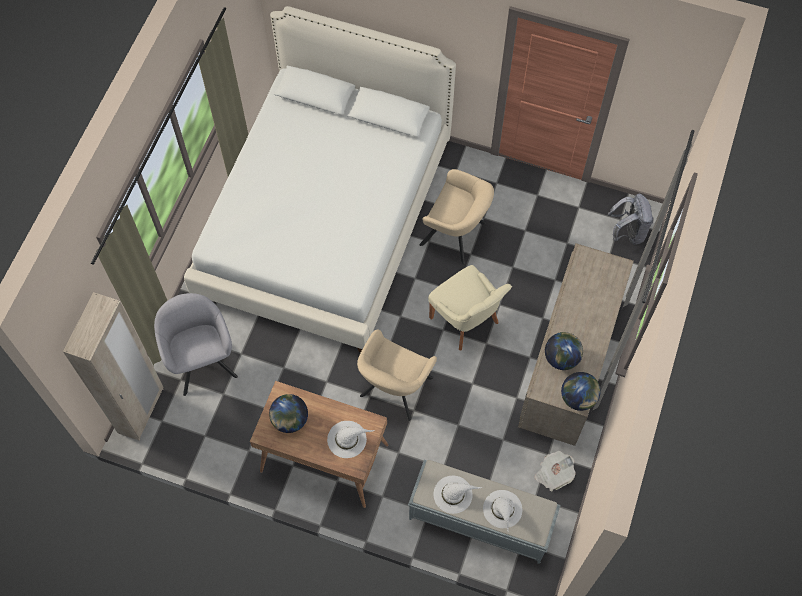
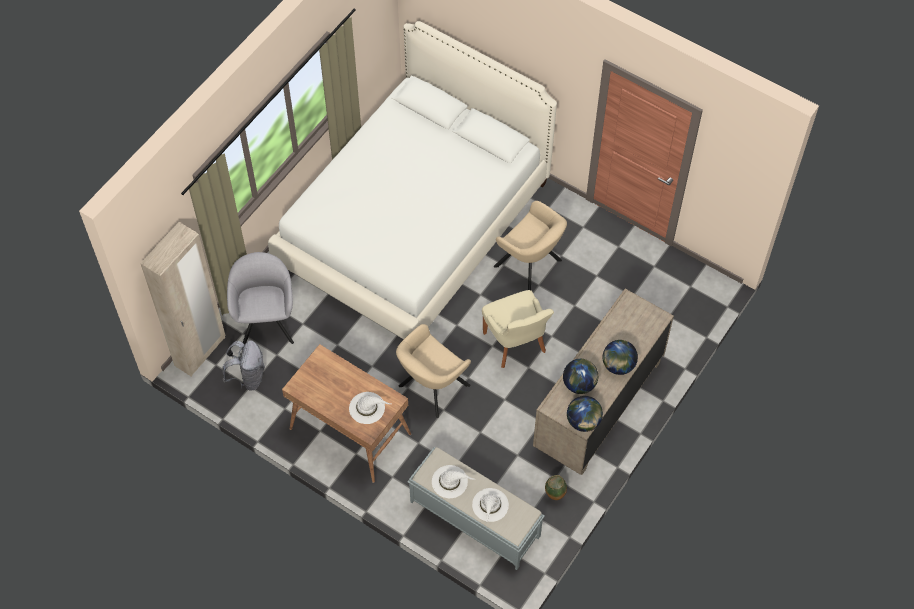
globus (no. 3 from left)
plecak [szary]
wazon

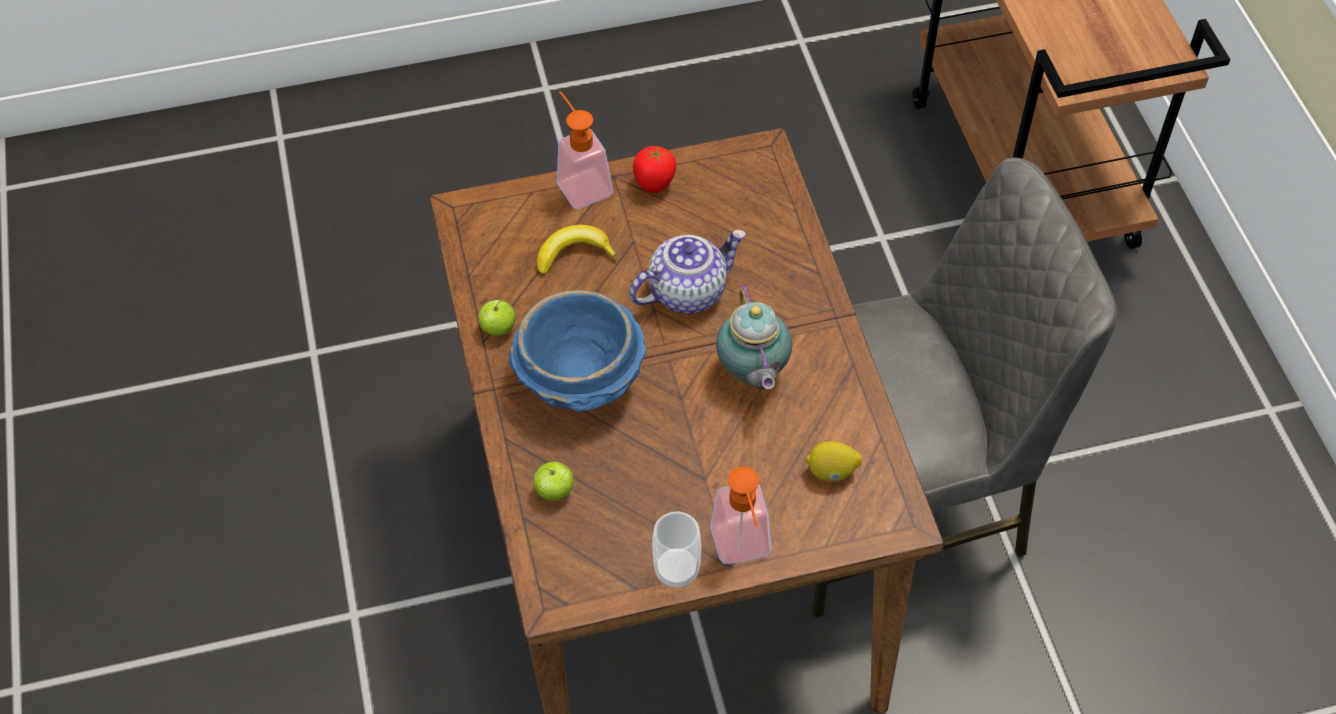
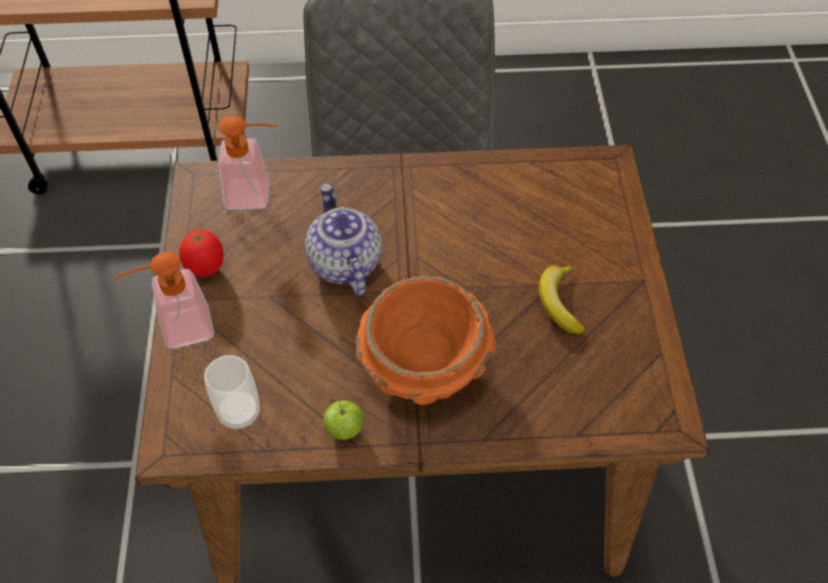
jabłko (no. 2 from left in the first image)
imbryk (no. 2 from left in the first image)
cytryna
banan
filiżanka
dozownik mydła (no. 2 from left)
miska [pomarańczowy]

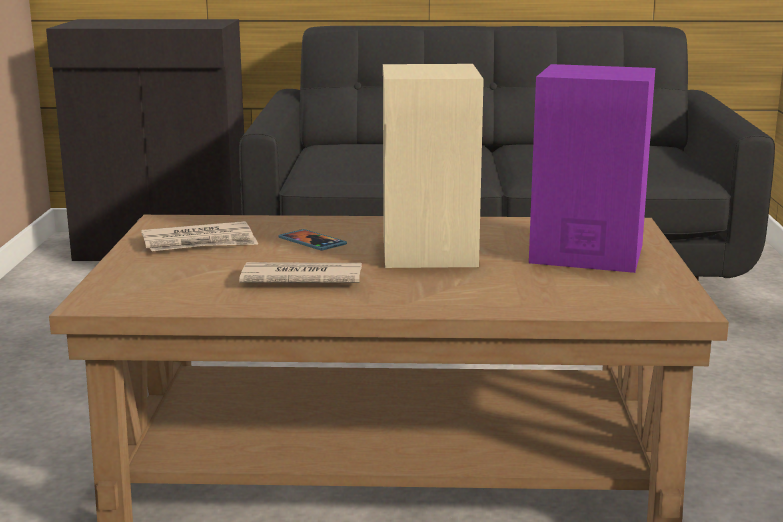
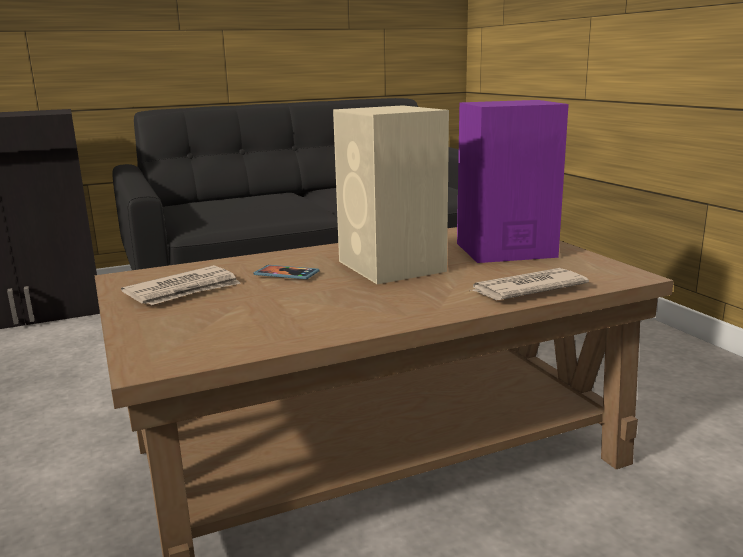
gazeta (no. 2 from left)

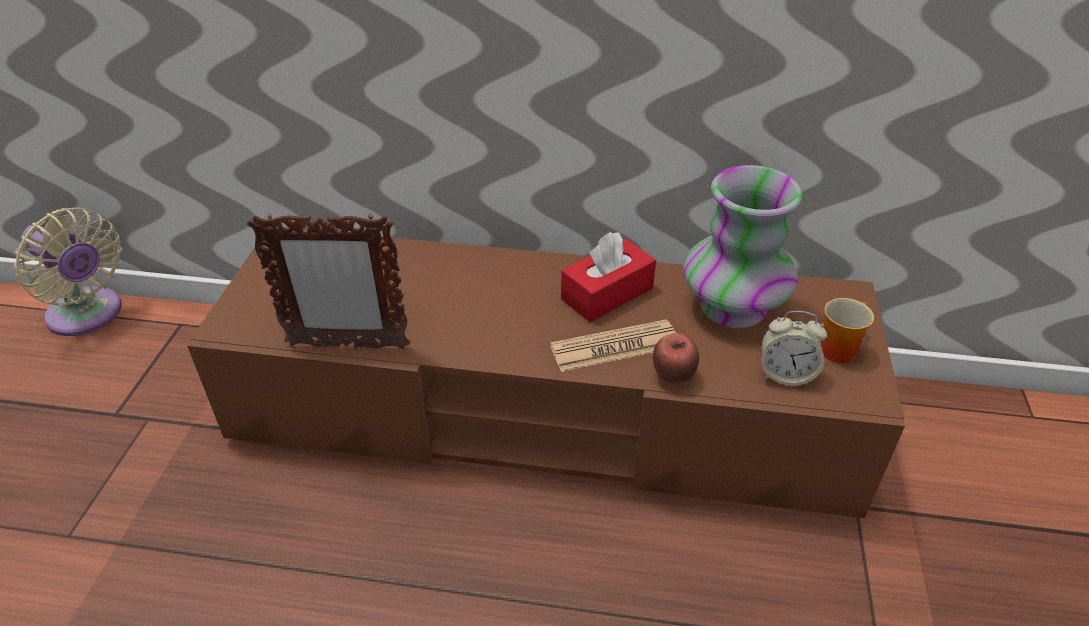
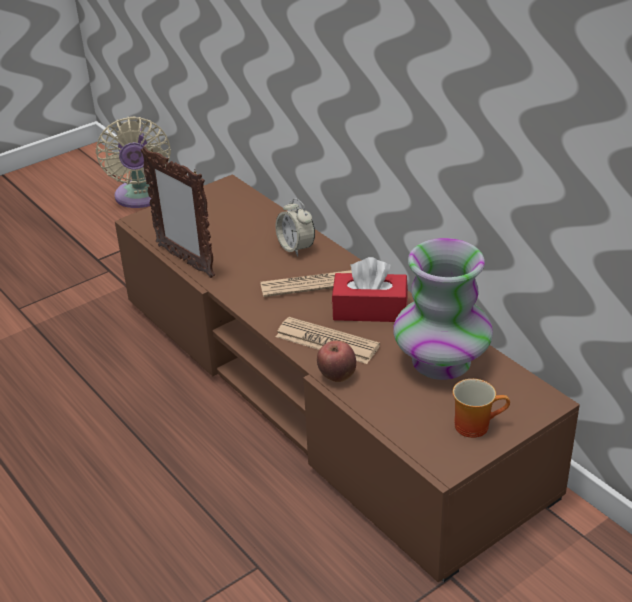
gazeta (no. 1 from left)
budzik

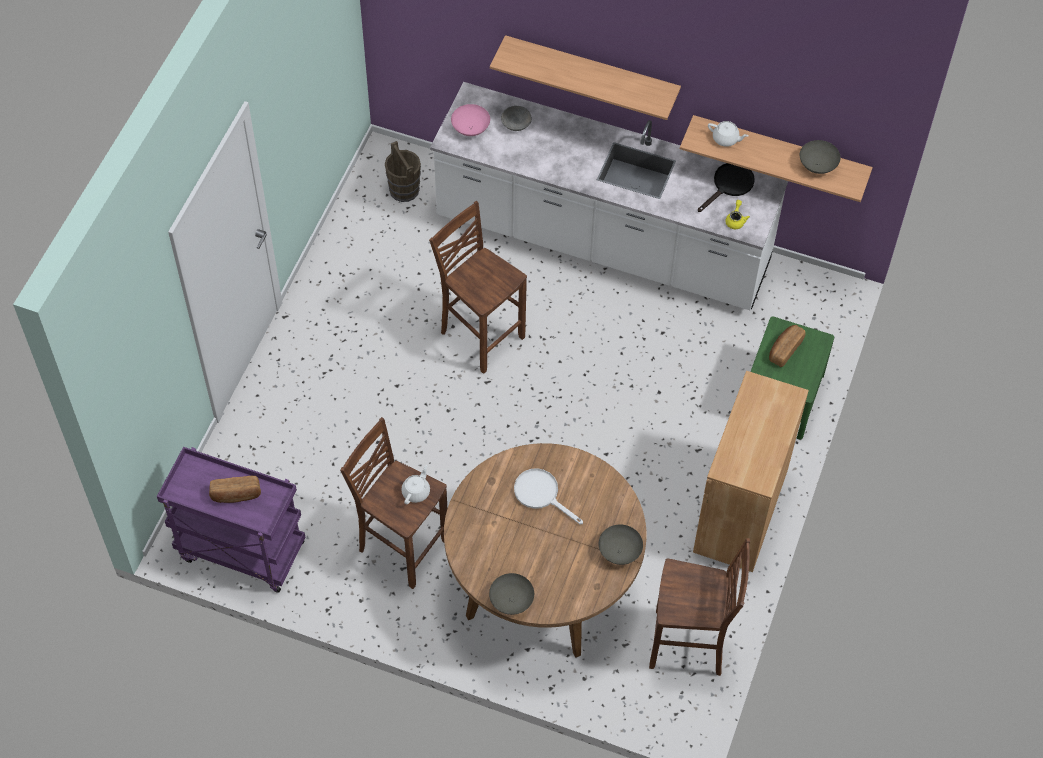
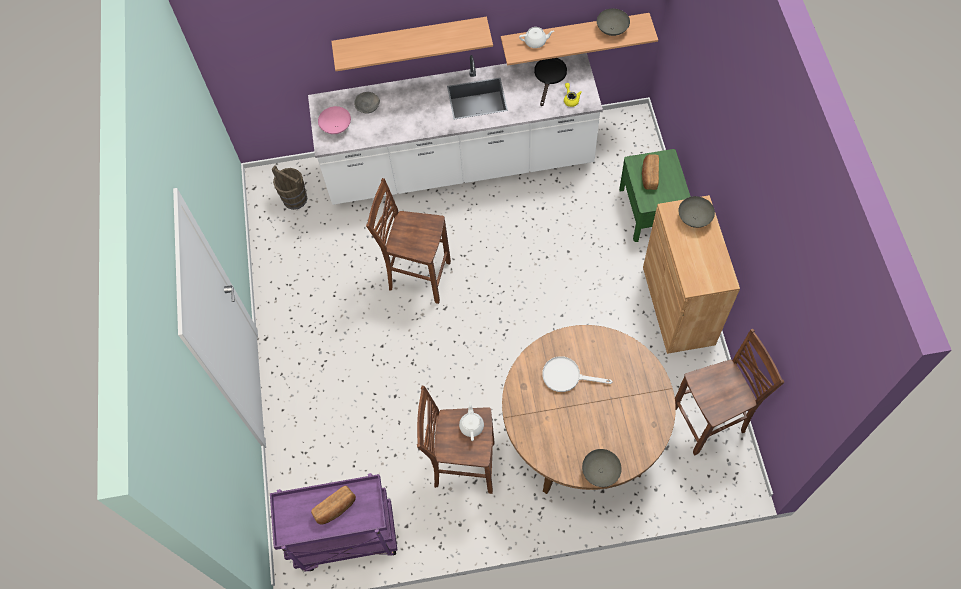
miska [szary] (no. 4 from left)

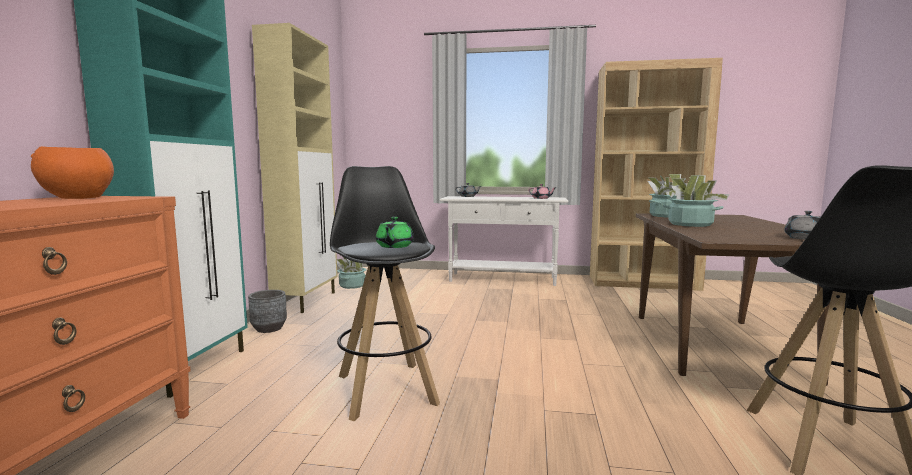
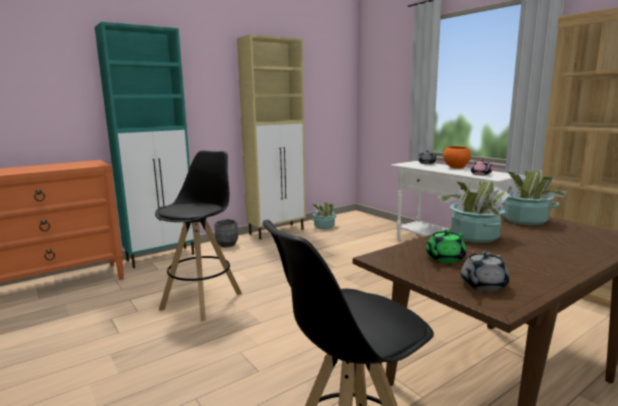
miska [pomarańczowy]
imbryk [zielony]

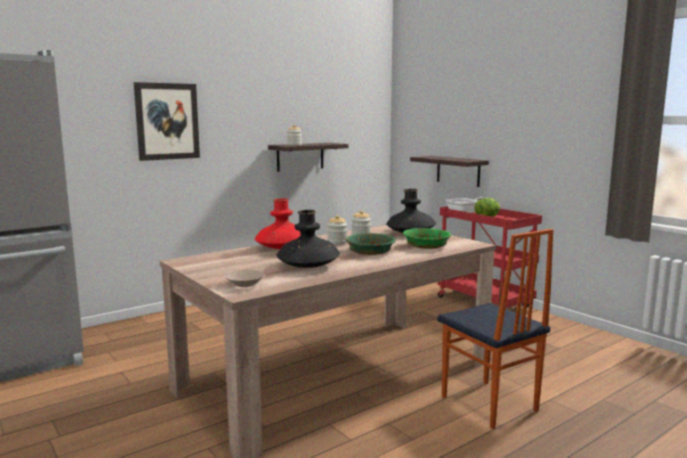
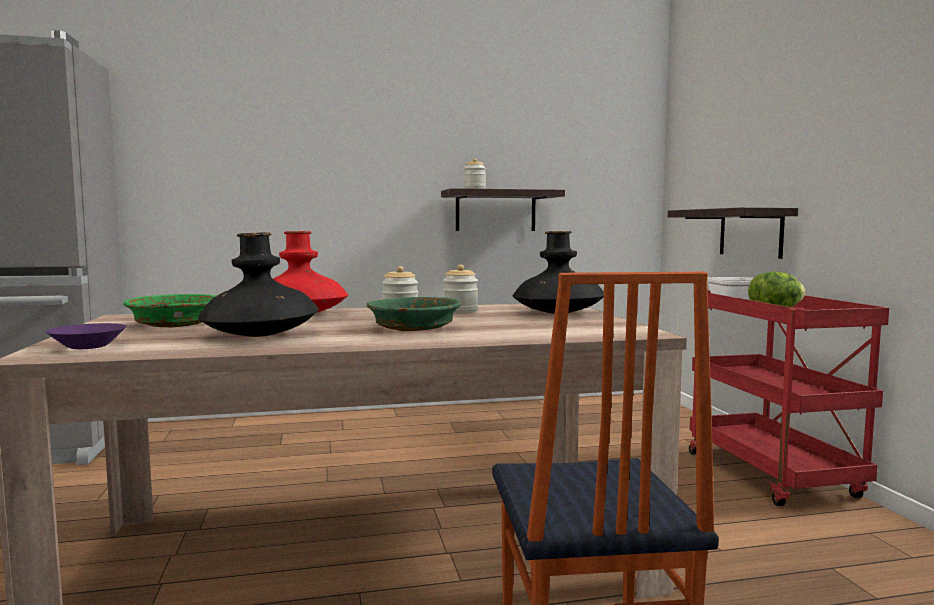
obraz
miska [zielony] (no. 1 from left)
miska [fioletowy]

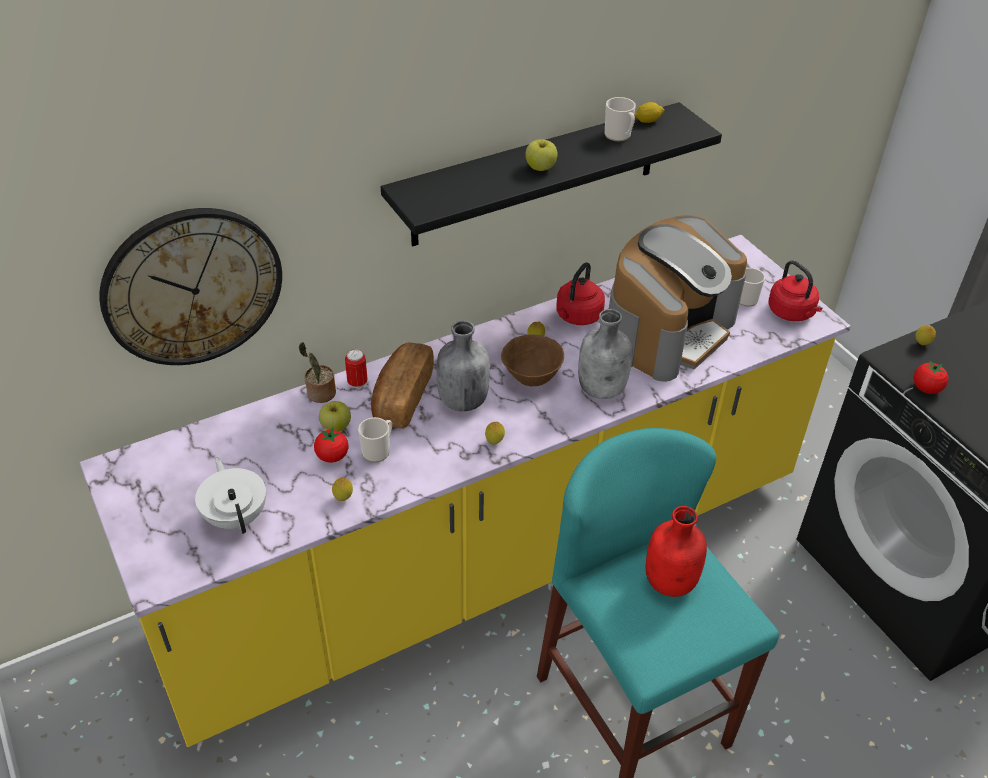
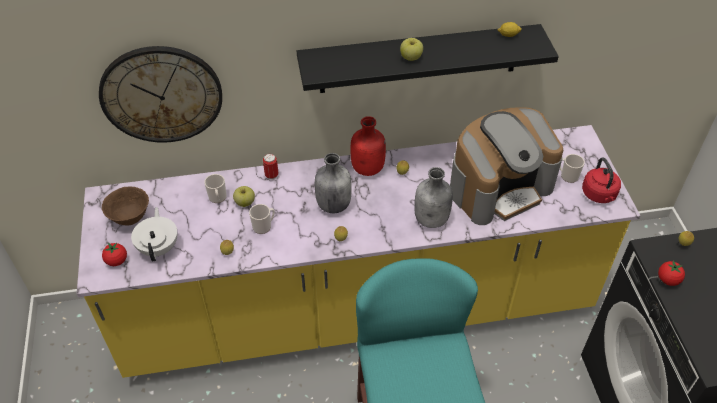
roślina doniczkowa
chleb
czajnik [czerwony] (no. 1 from left in the first image)
pomidor (no. 1 from left)
miska [brązowy]
kubek (no. 1 from left)
butelka [czerwony]

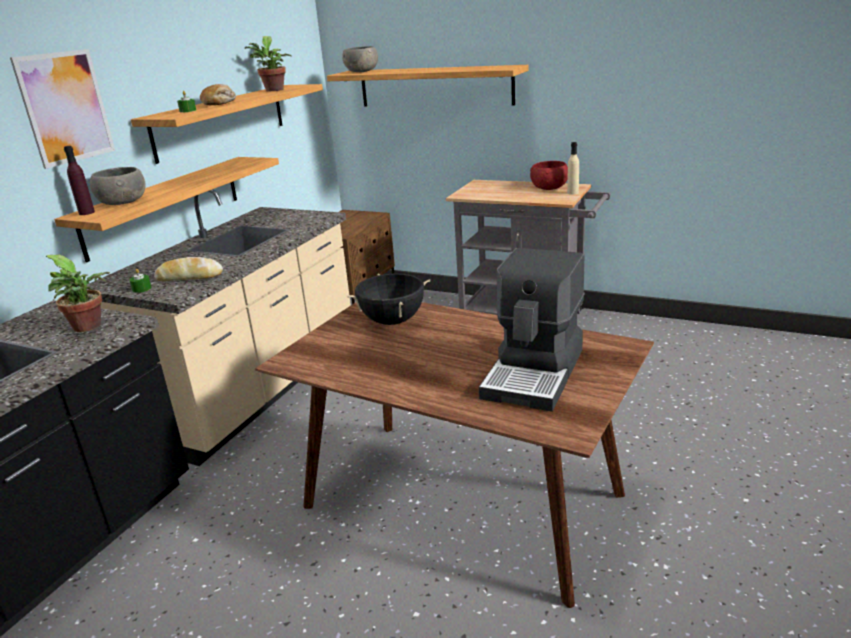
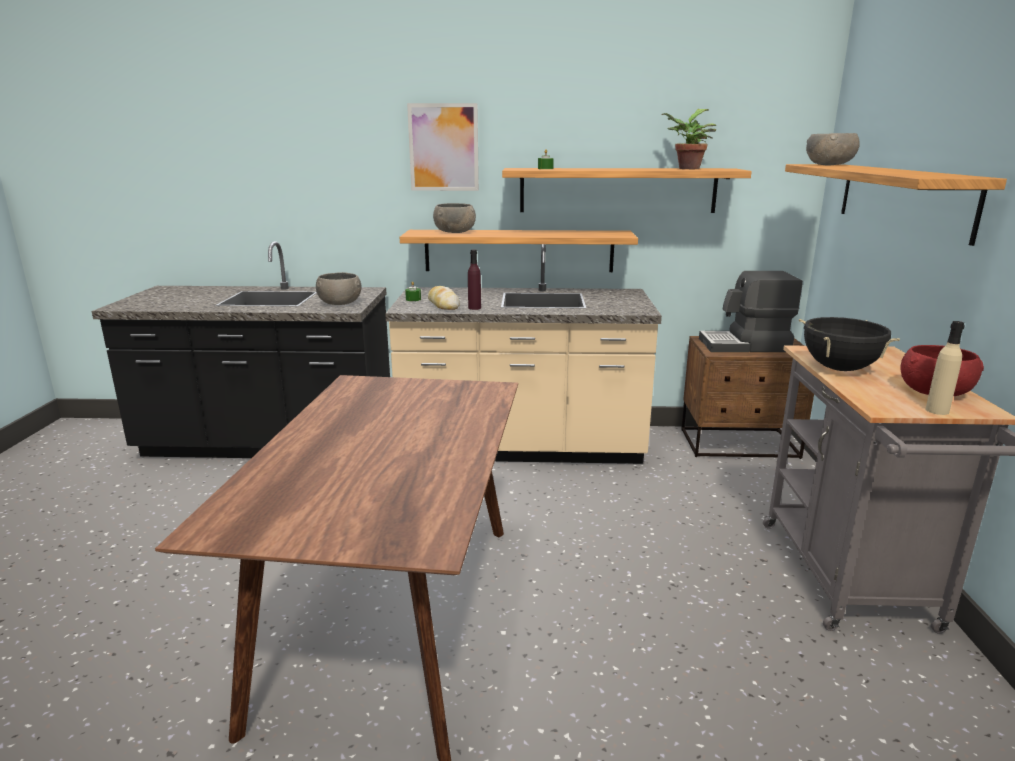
chleb (no. 2 from left in the first image)
butelka [fioletowy]
garnek [czarny]
ekspres do kawy
miska [szary] (no. 1 from left)

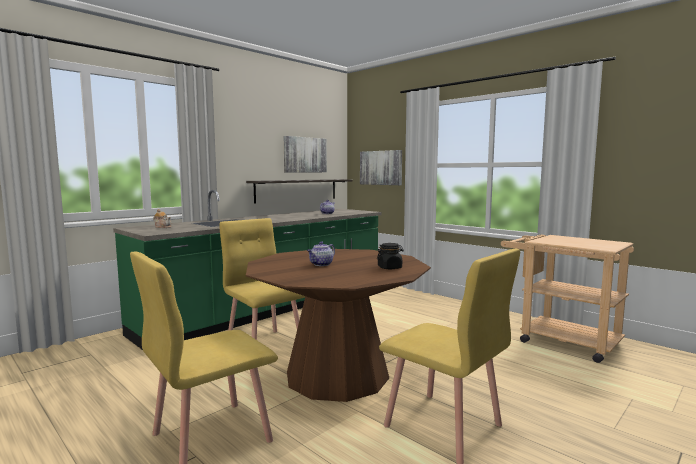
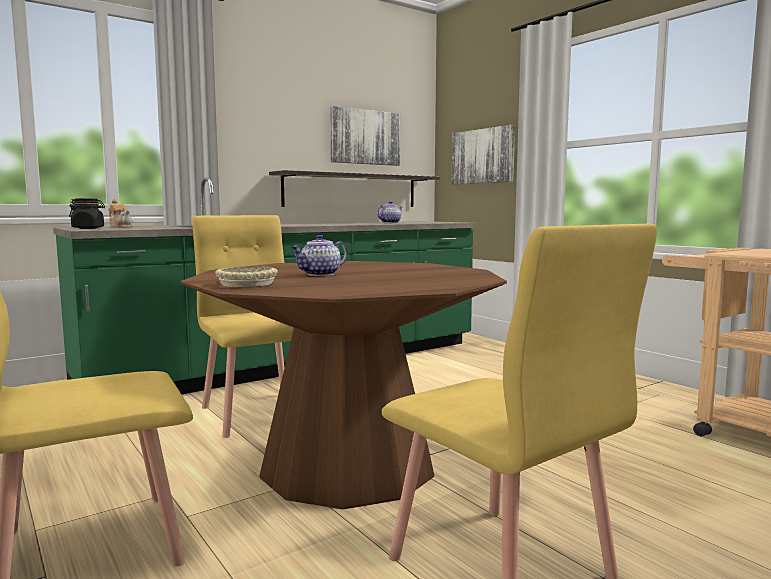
miska [beżowy]
słoik [czarny]

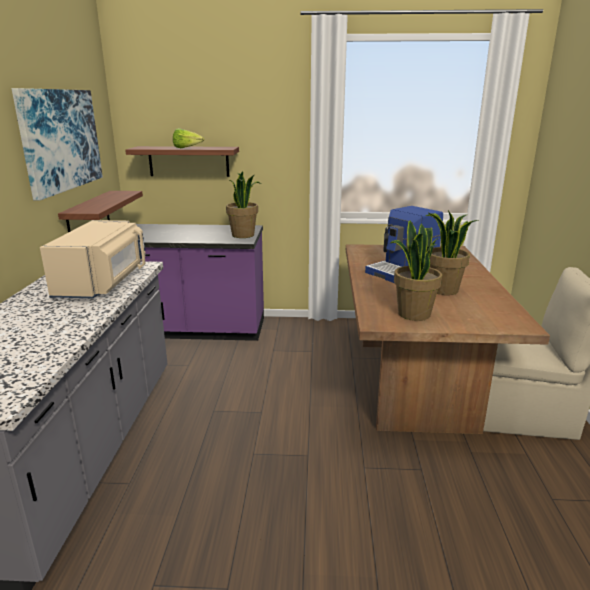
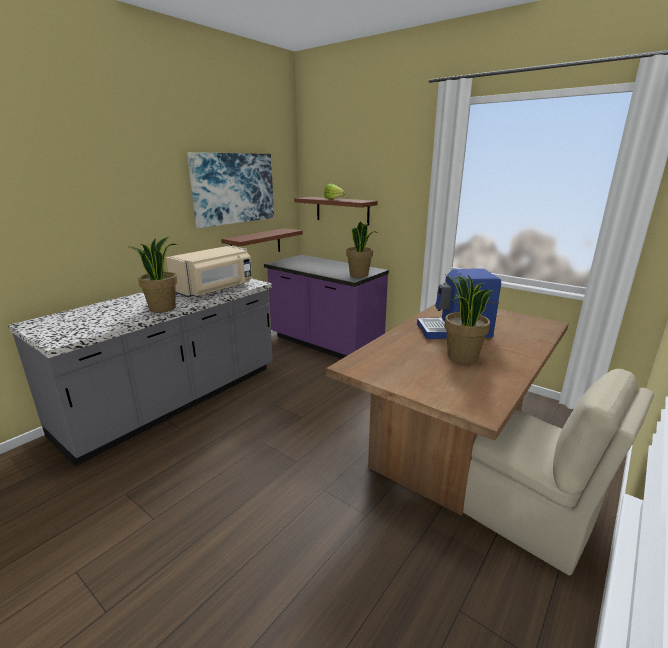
roślina doniczkowa (no. 1 from left)

